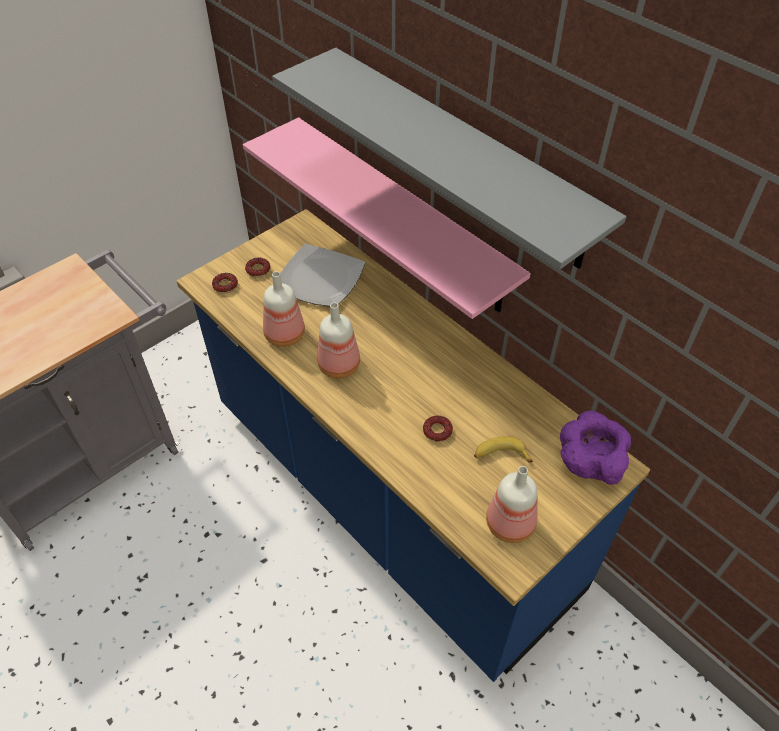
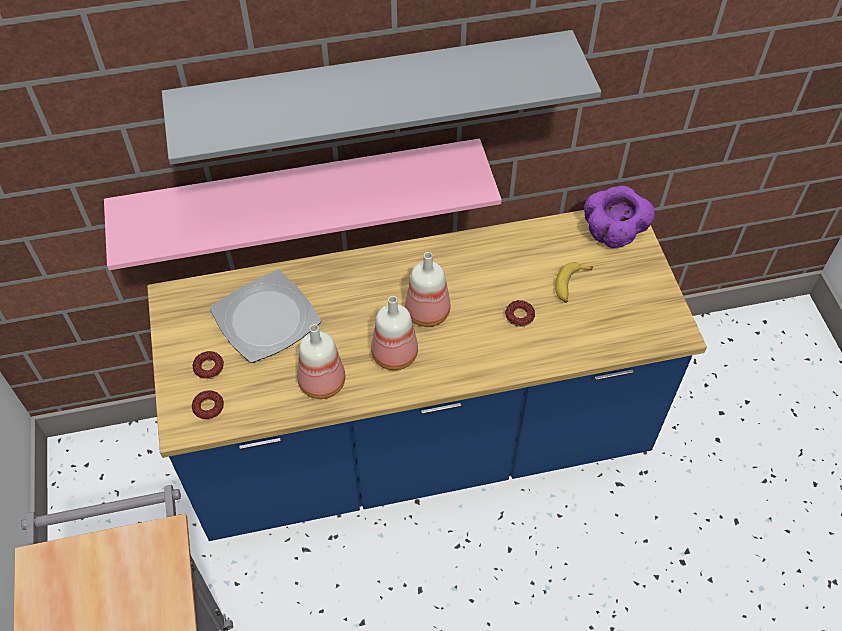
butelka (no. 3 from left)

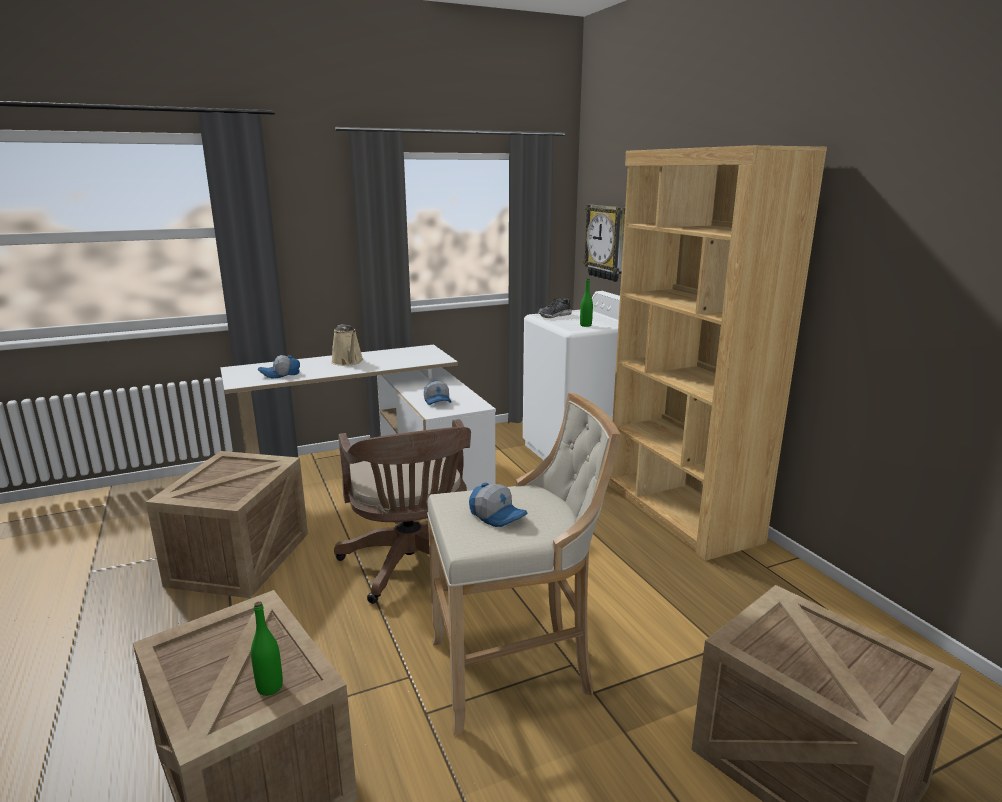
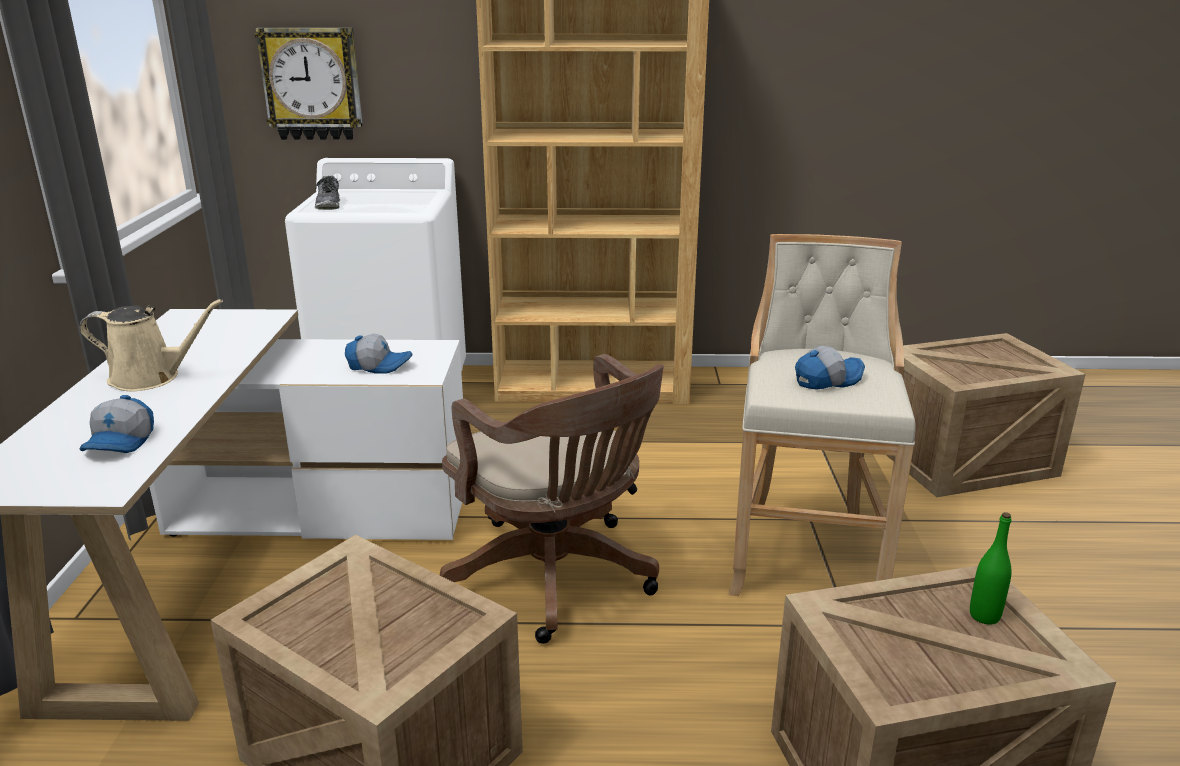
butelka [zielony] (no. 2 from left in the first image)
krzesło biurowe [brązowy]

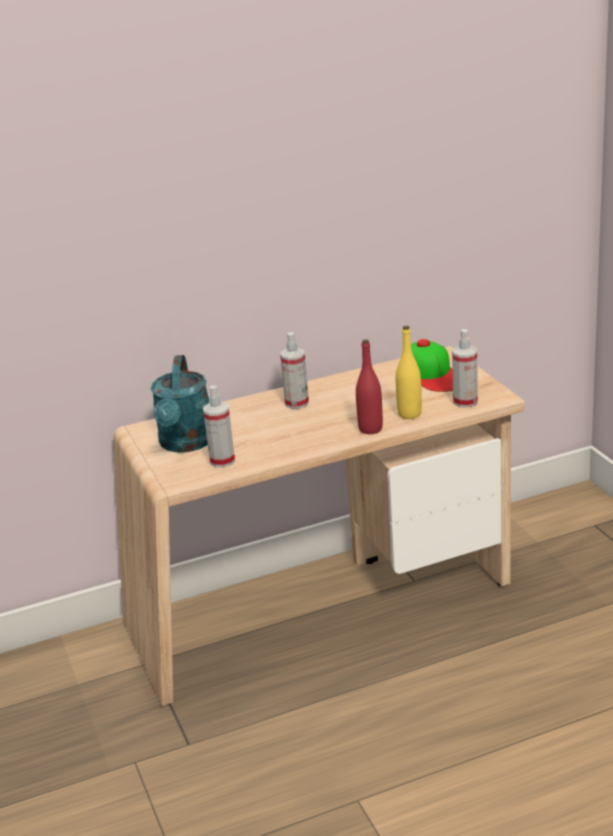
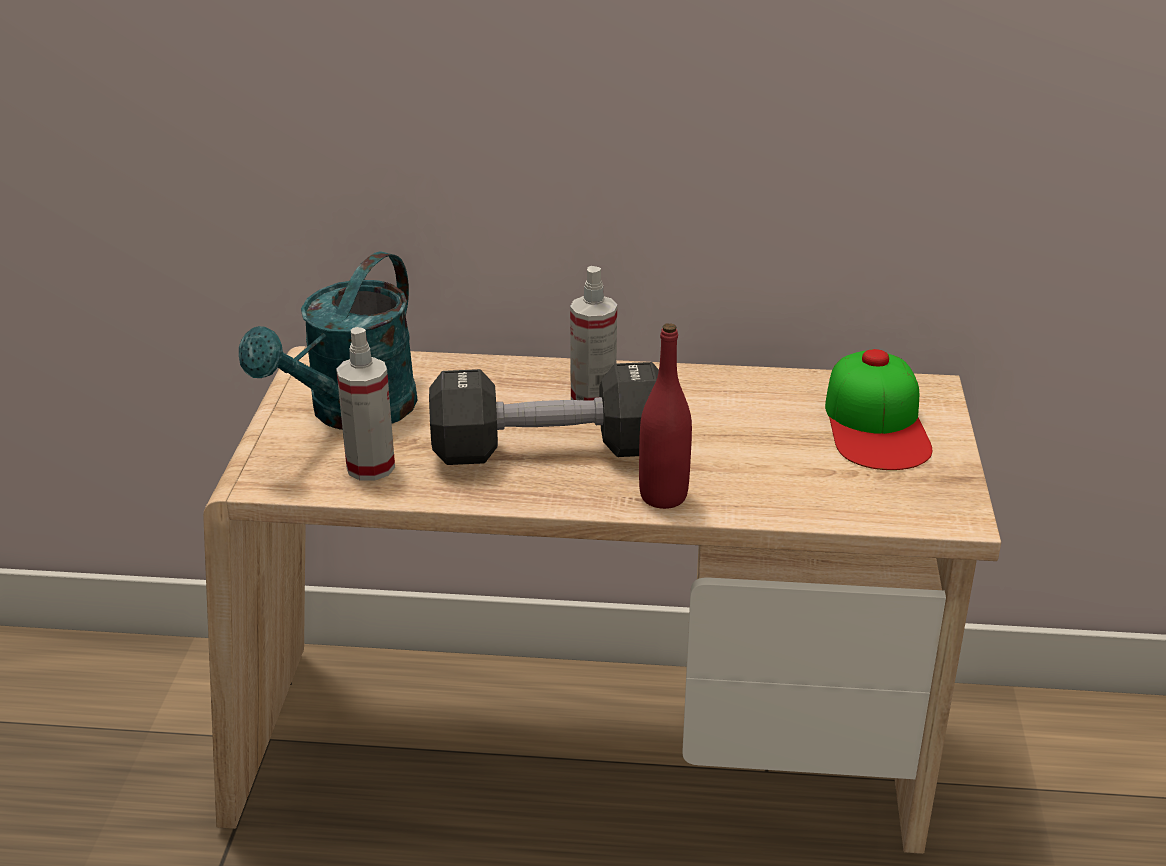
butelka [żółty]
spryskiwacz (no. 3 from left in the first image)
hantel [czarny]

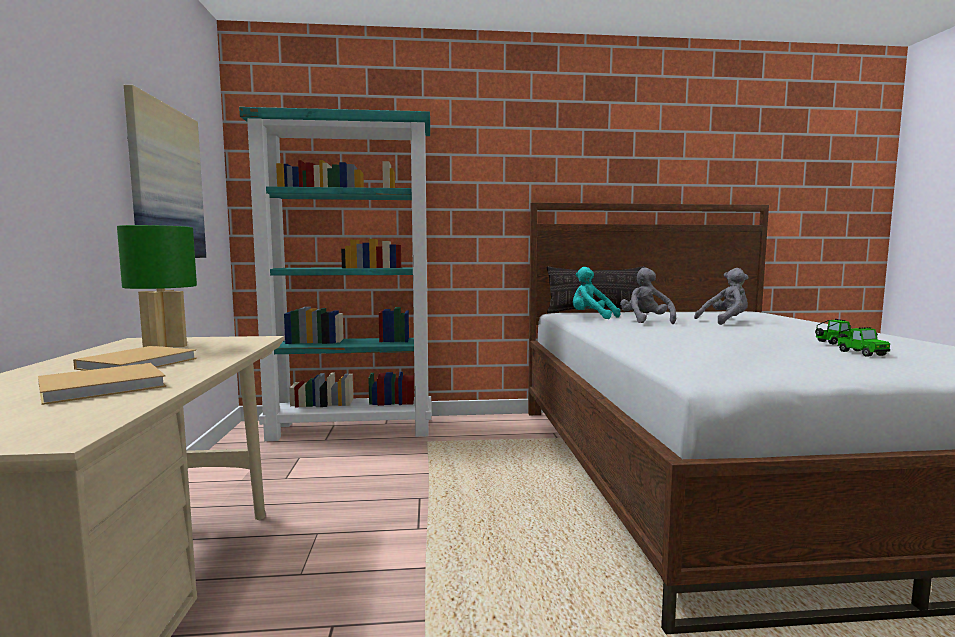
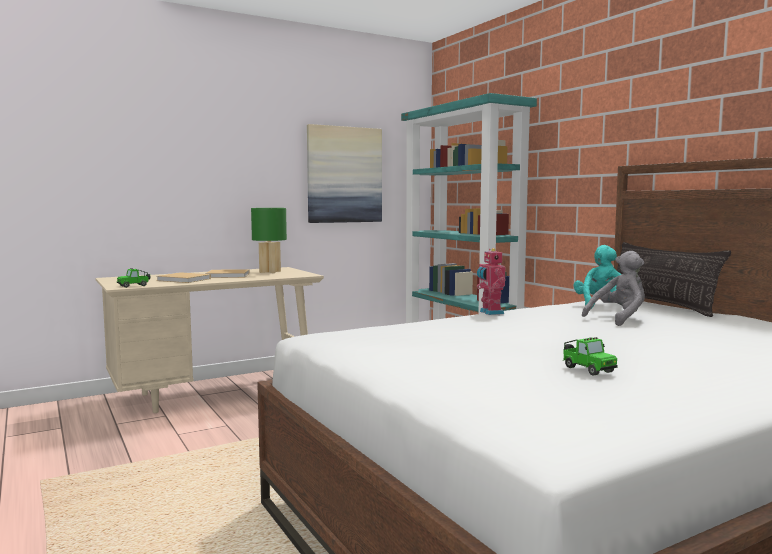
pluszak [szary] (no. 2 from left in the first image)
robot zabawkowy
samochodzik (no. 1 from left)

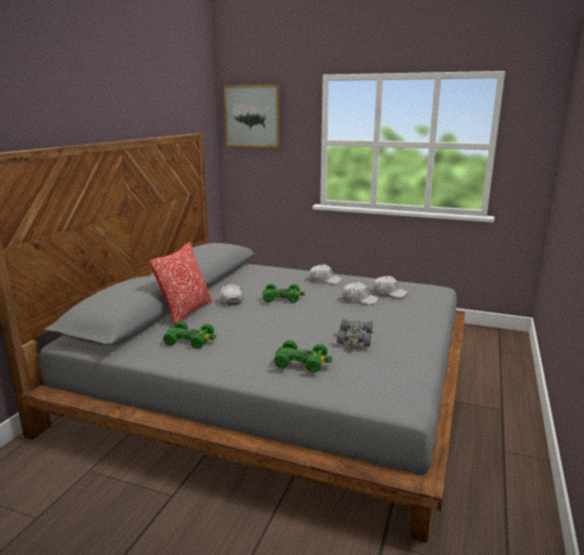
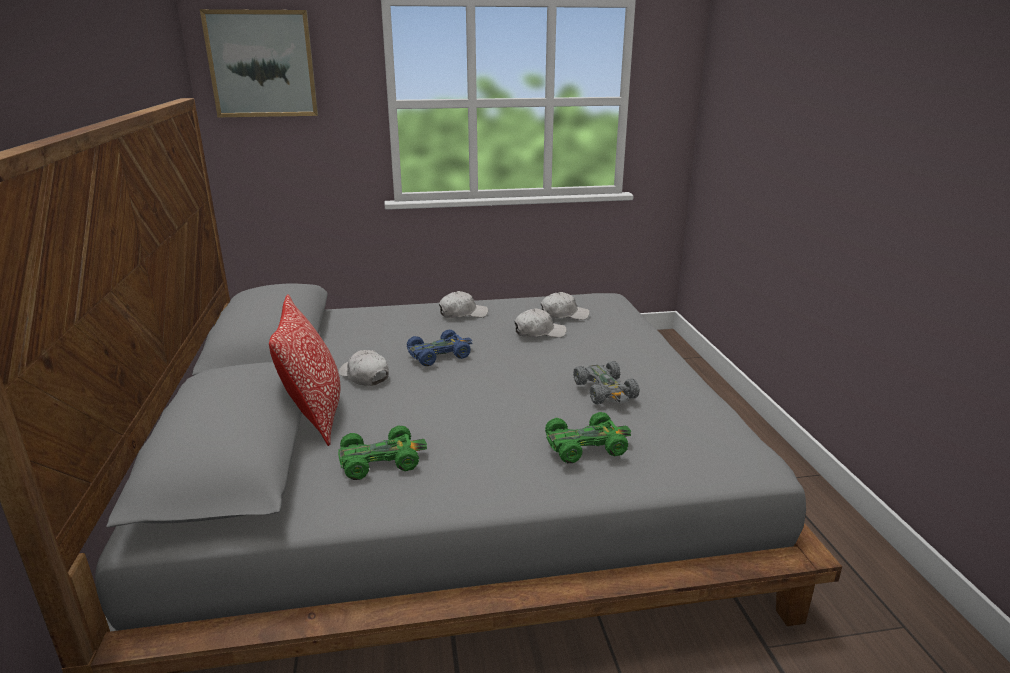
samochodzik [niebieski]

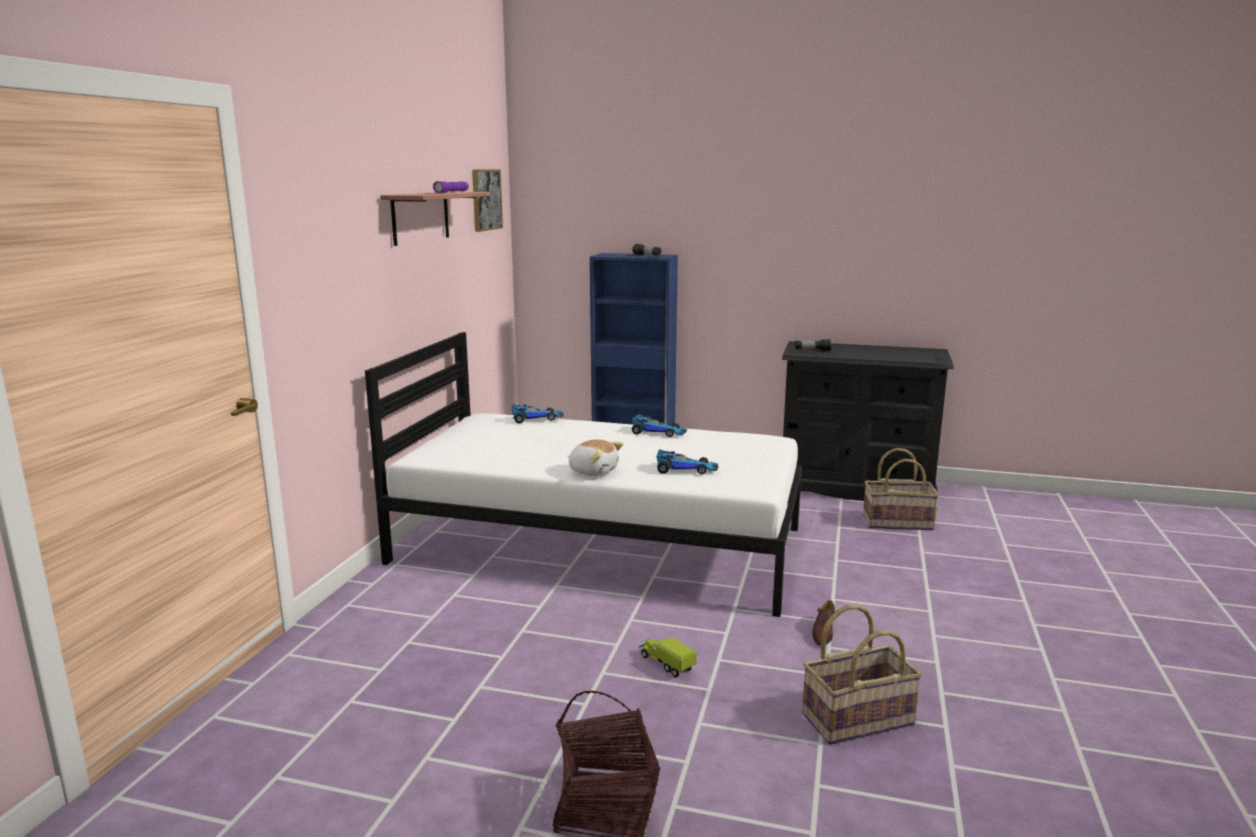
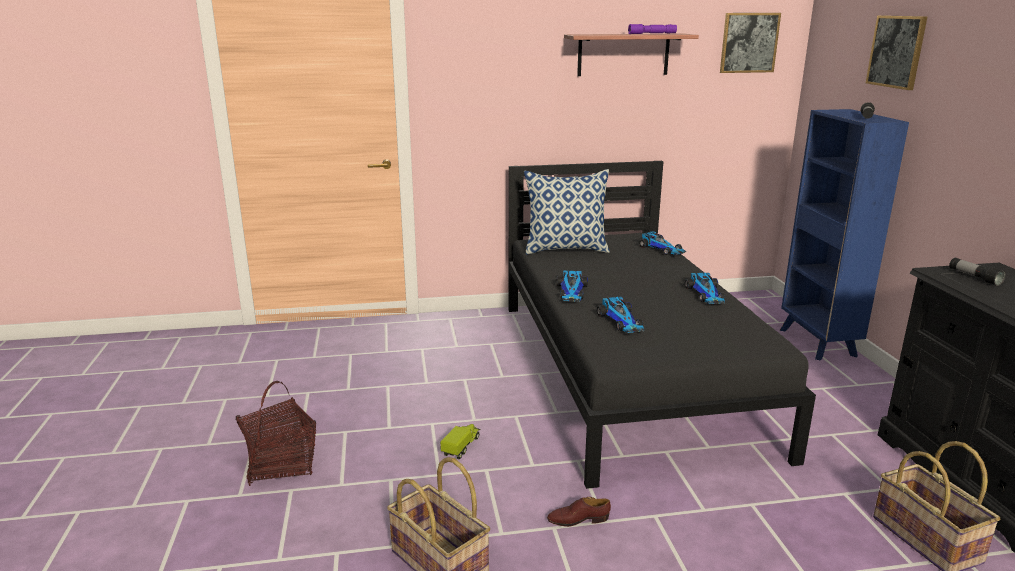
poduszka
obraz (no. 2 from left)
samochodzik (no. 1 from left)
łóżko [czarny]

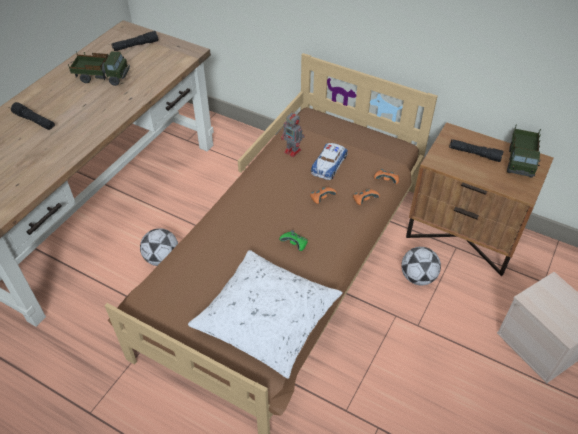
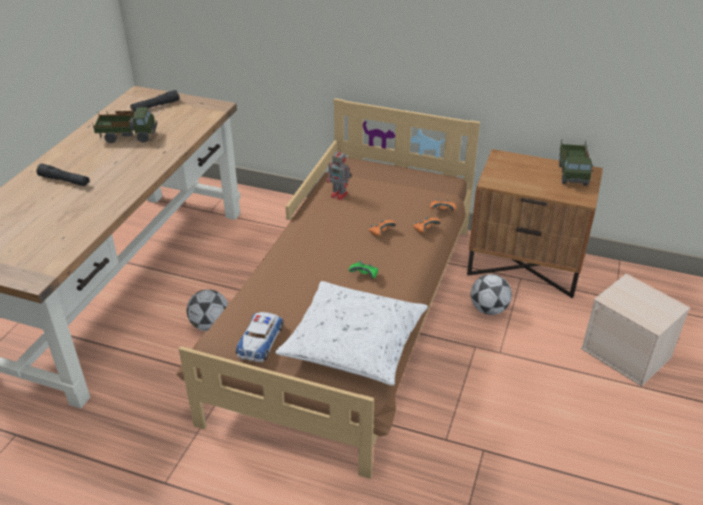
latarka [czarny] (no. 3 from left in the first image)
samochodzik

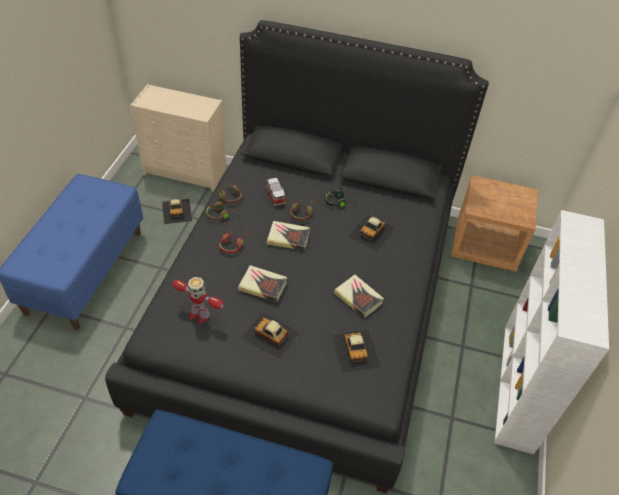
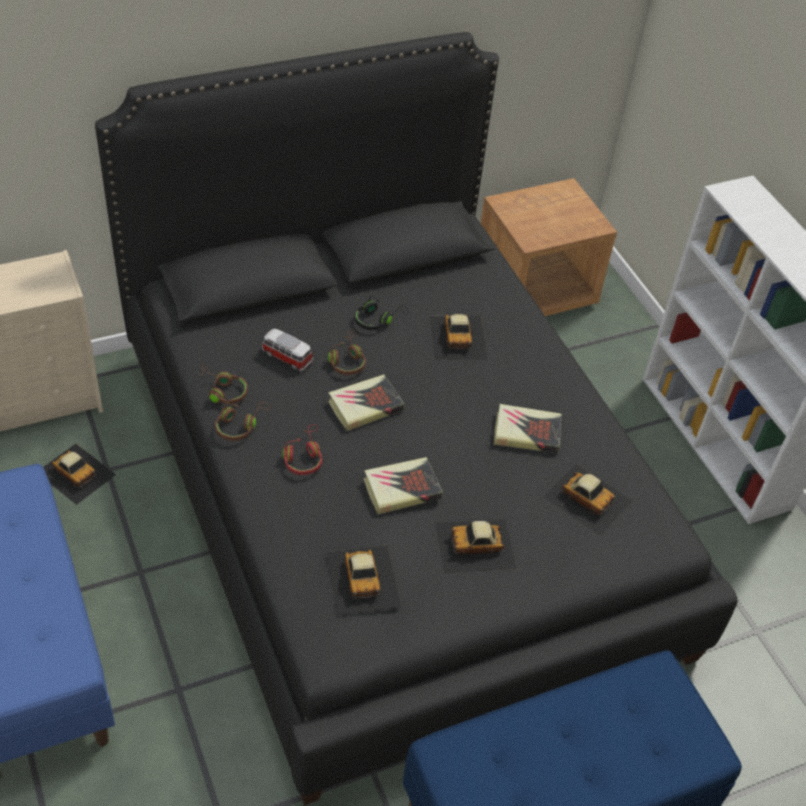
samochodzik (no. 3 from left)

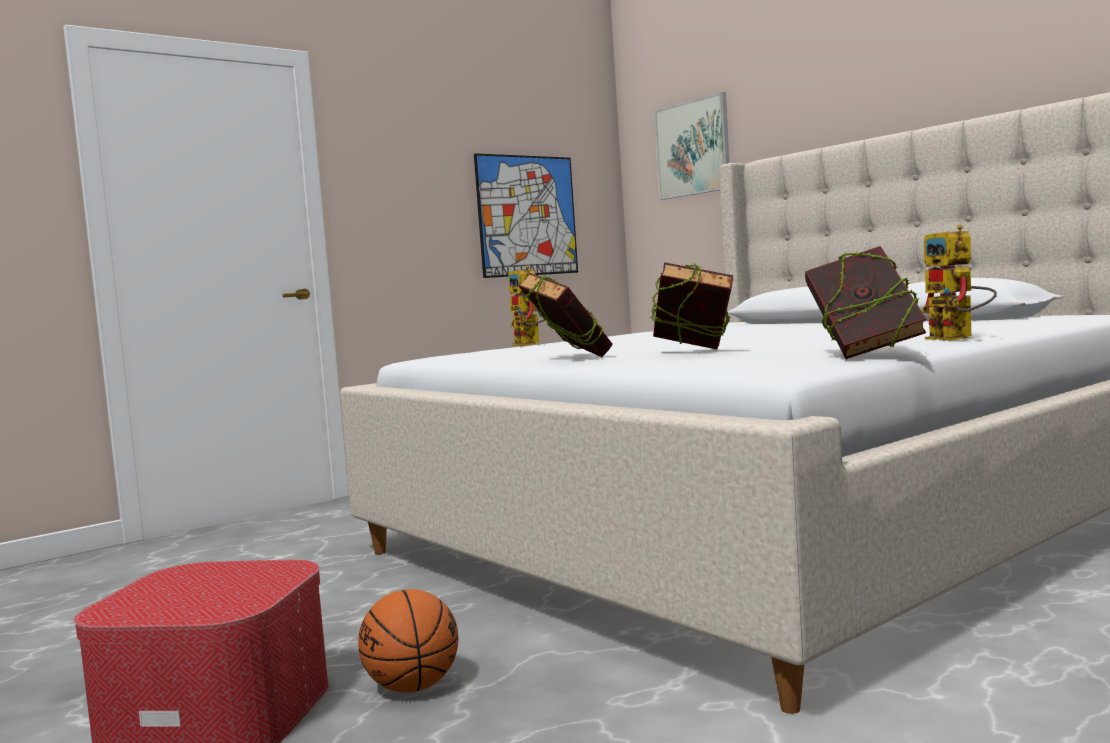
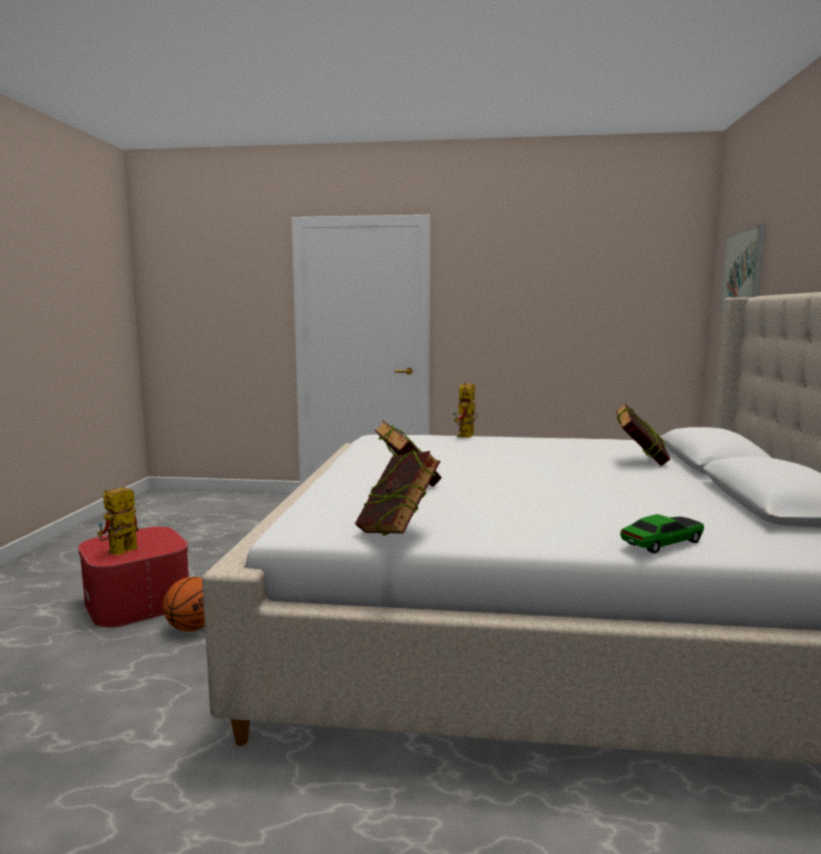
obraz (no. 1 from left in the first image)
samochodzik
książka (no. 3 from left)
robot zabawkowy (no. 1 from left)

